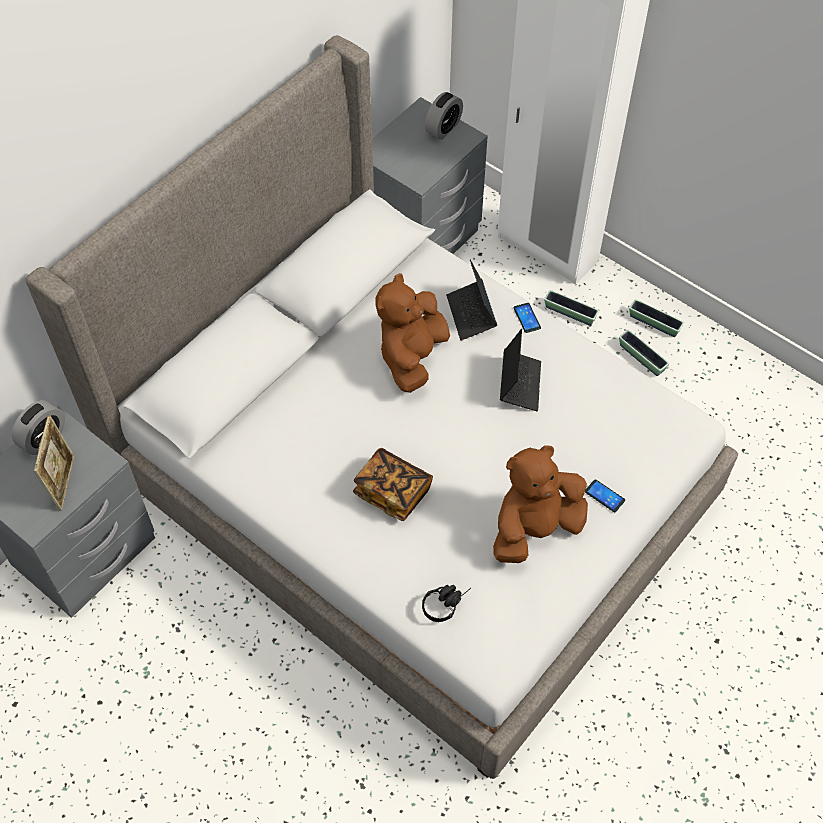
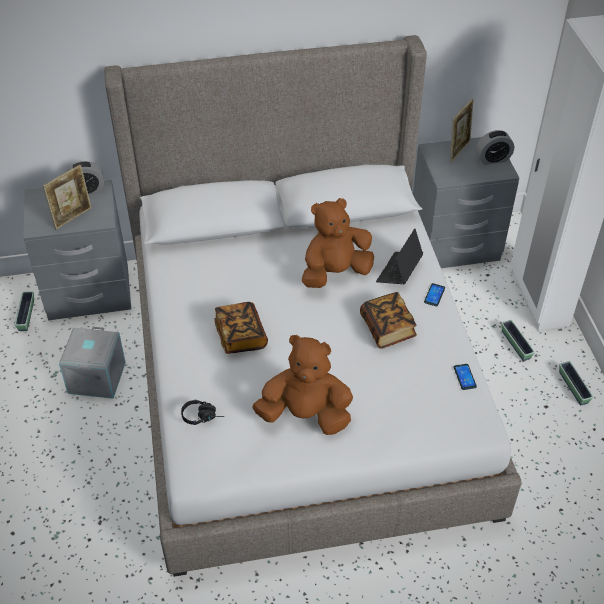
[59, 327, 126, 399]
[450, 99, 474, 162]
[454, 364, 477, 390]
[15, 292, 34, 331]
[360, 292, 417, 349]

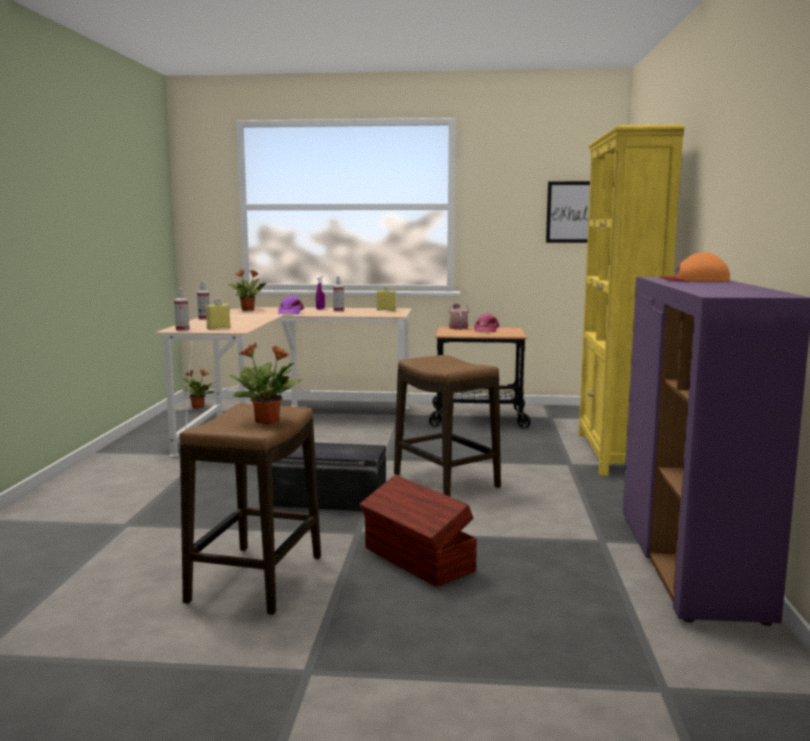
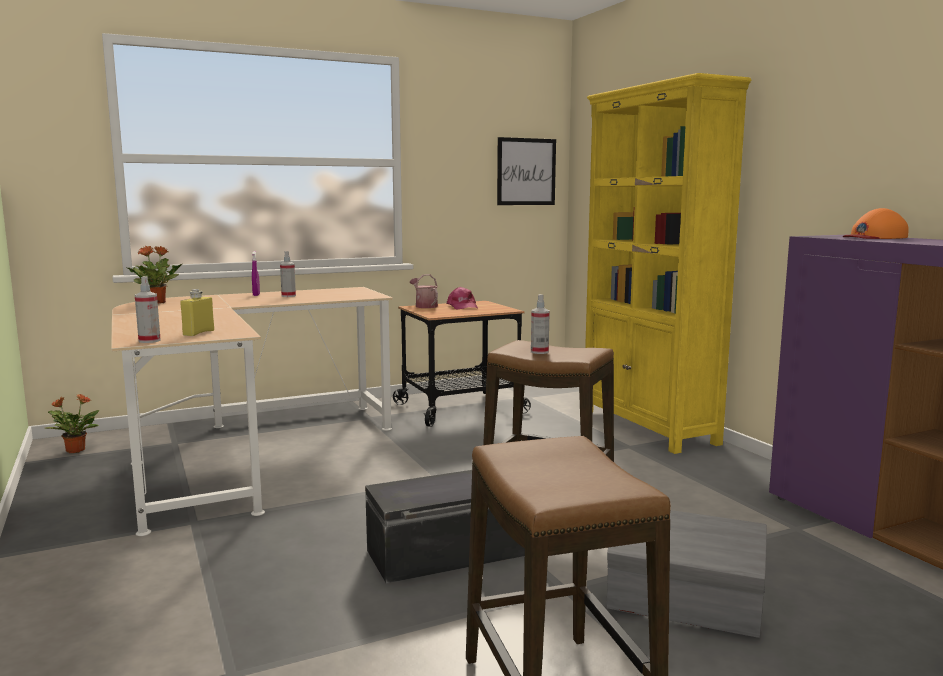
[229, 343, 302, 424] (first image)
[278, 295, 304, 315] (first image)
[377, 286, 396, 311] (first image)
[531, 294, 550, 354]
[607, 510, 767, 638]

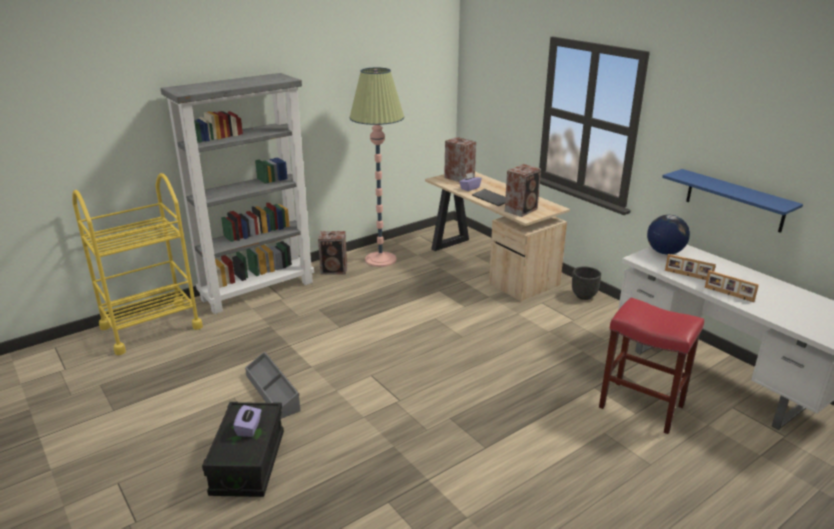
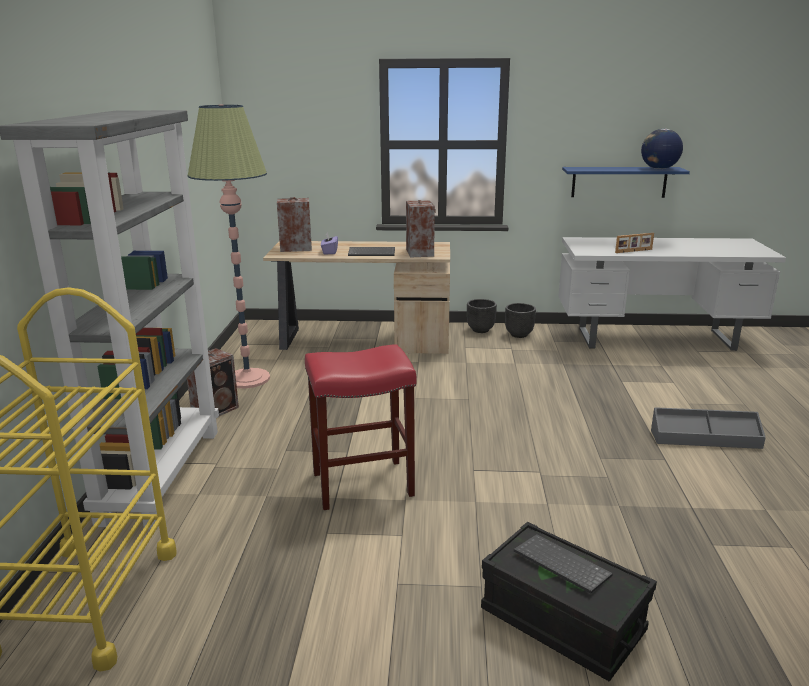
[705, 270, 759, 302] (first image)
[505, 303, 536, 338]
[651, 407, 766, 449]
[305, 344, 417, 510]
[641, 129, 683, 169]
[514, 534, 613, 594]

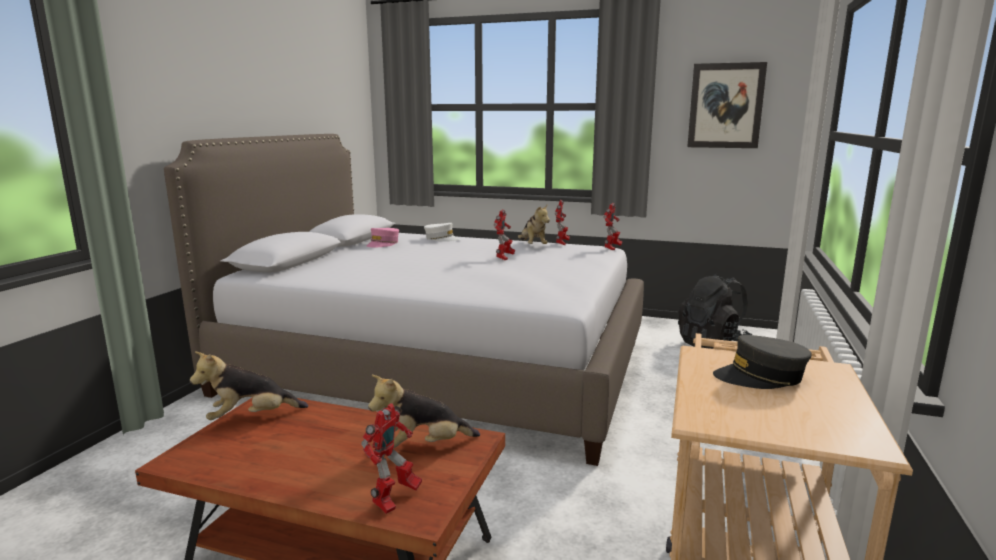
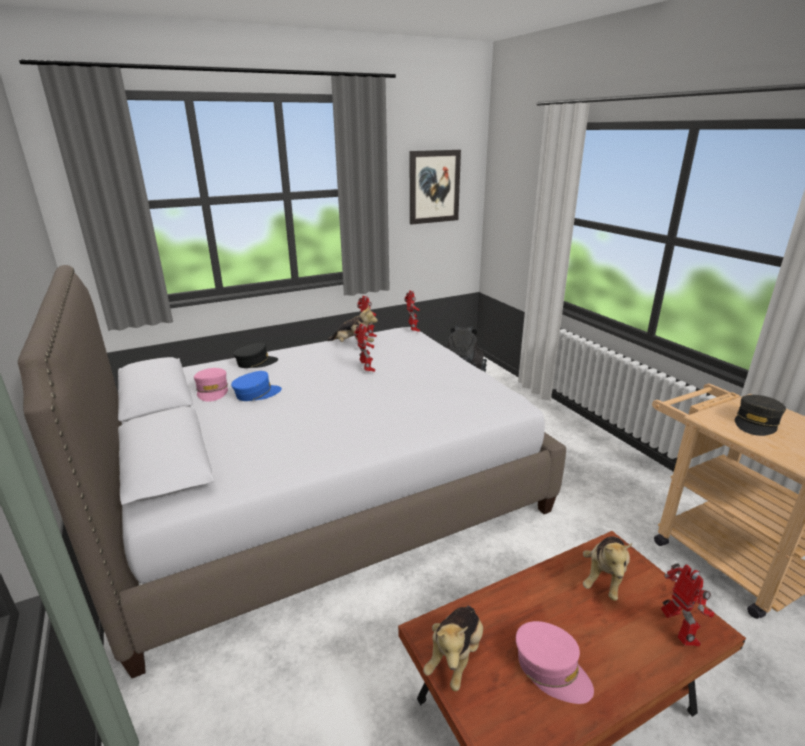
[231, 371, 282, 401]
[516, 621, 594, 704]
[233, 343, 278, 368]

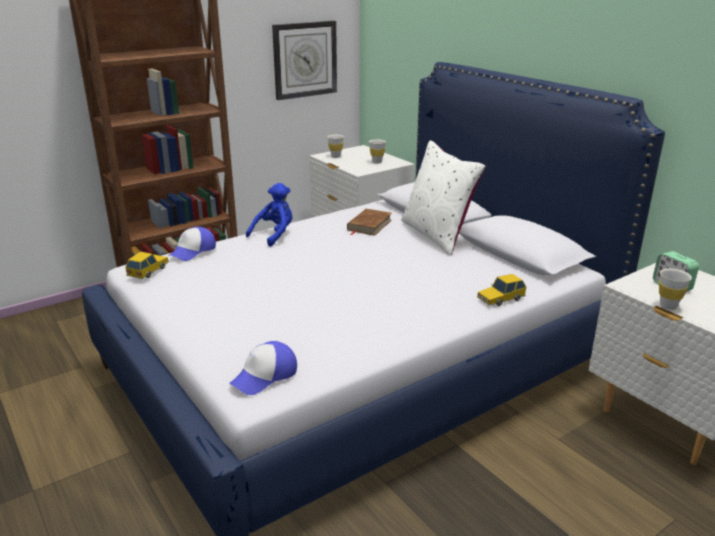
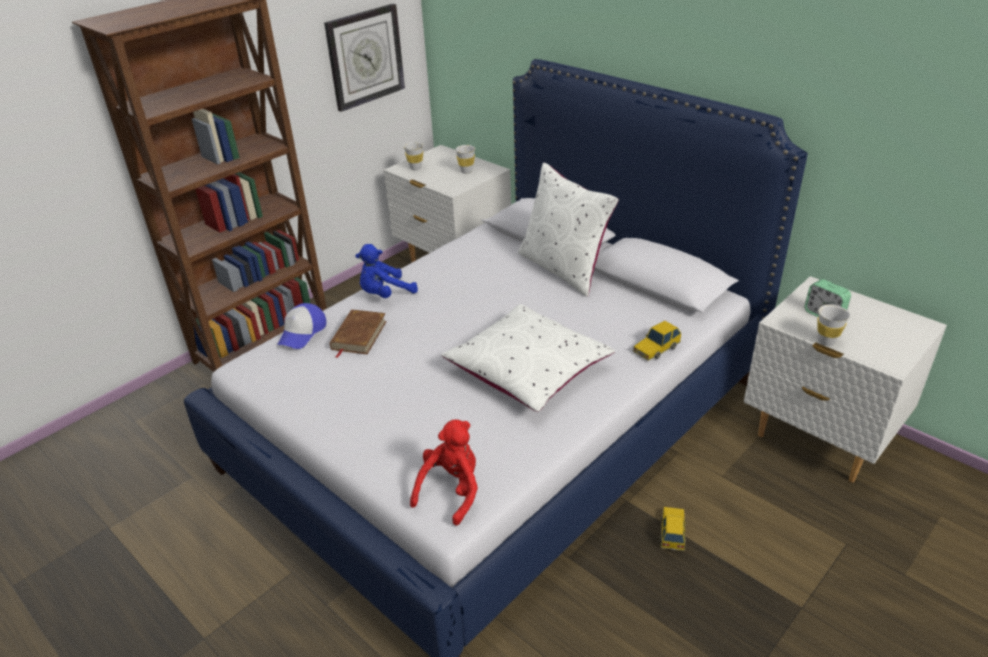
[441, 304, 615, 412]
[660, 507, 687, 551]
[330, 309, 387, 358]
[410, 420, 478, 525]
[355, 244, 418, 298]

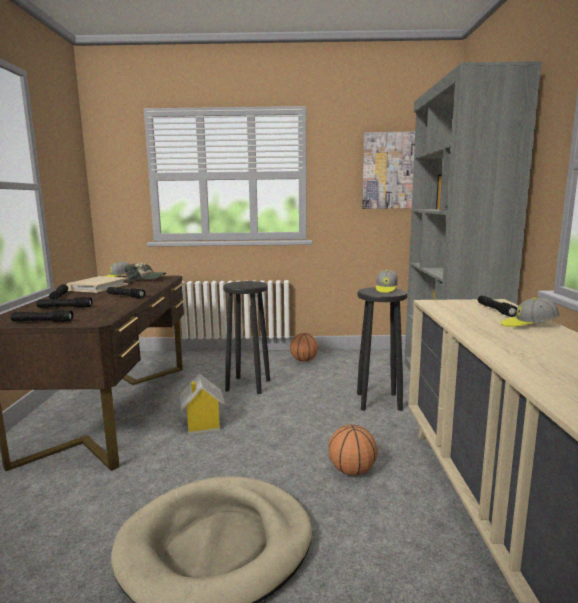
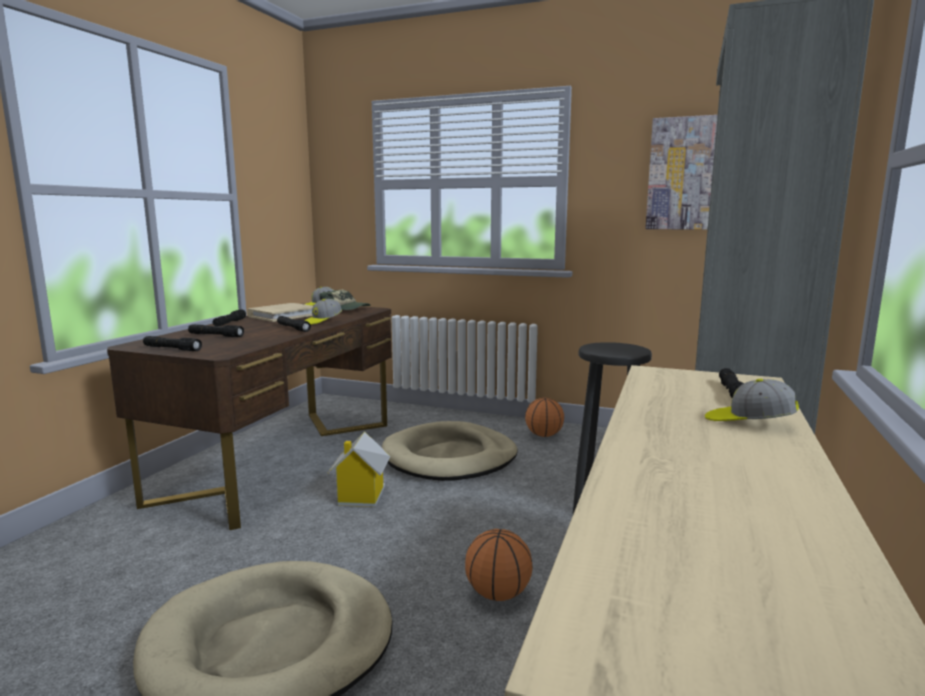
[305, 299, 342, 325]
[382, 421, 518, 481]

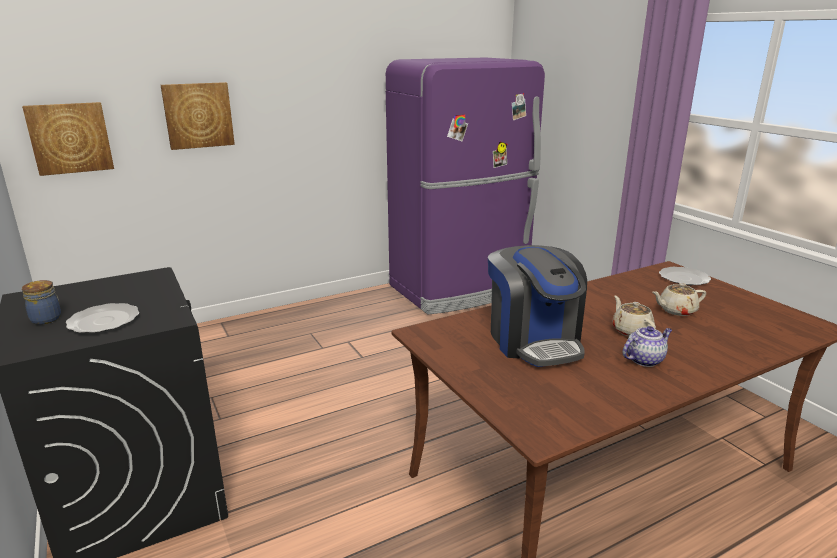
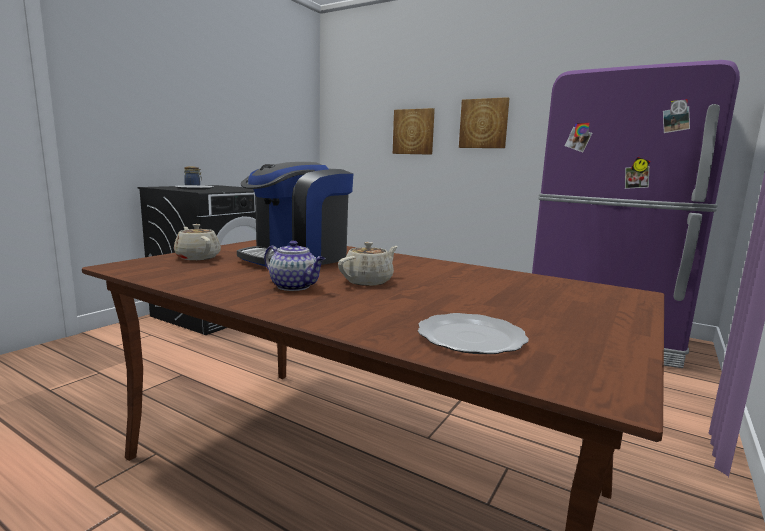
[459, 97, 510, 148]
[174, 224, 221, 260]
[418, 313, 529, 354]

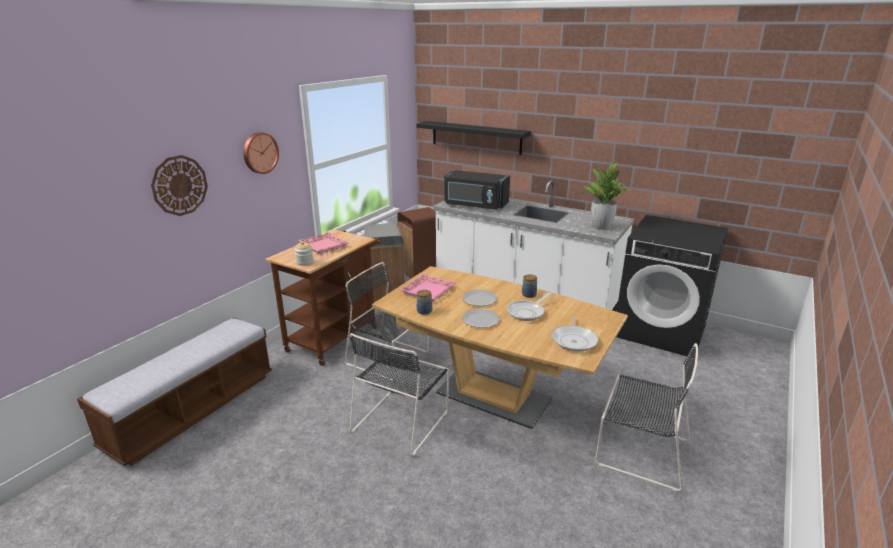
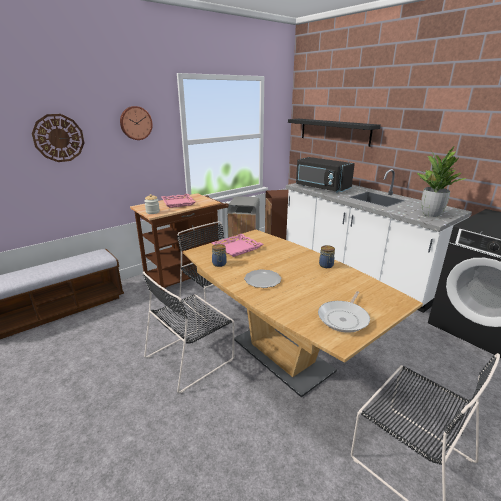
[462, 290, 497, 306] (first image)
[507, 291, 554, 321] (first image)

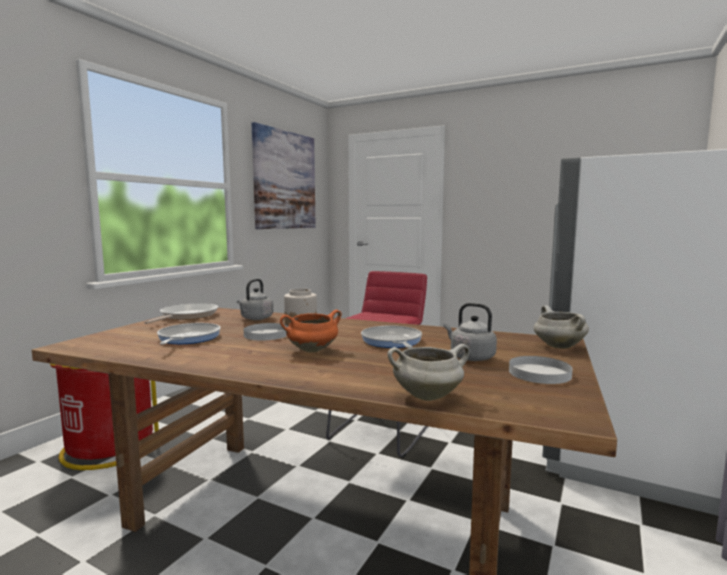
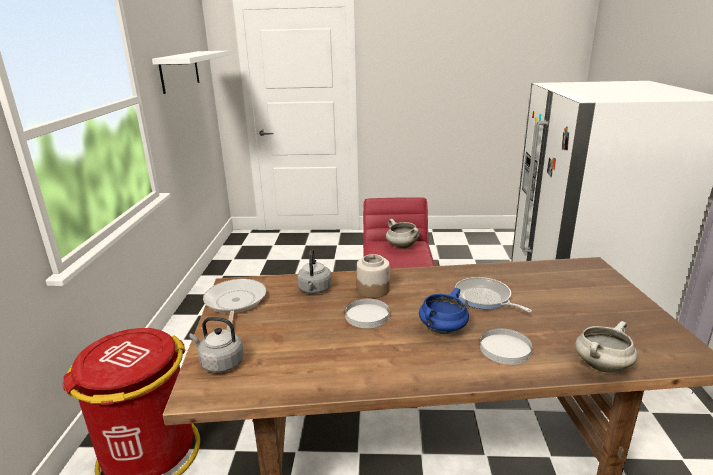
[157, 323, 221, 345] (first image)
[189, 317, 244, 373]
[480, 328, 532, 365]
[386, 219, 420, 249]
[152, 51, 229, 94]
[419, 288, 469, 334]

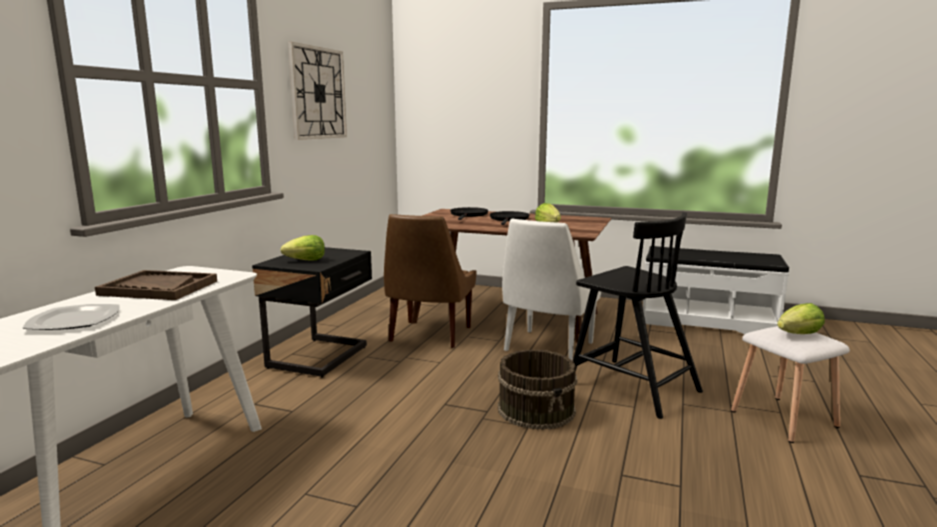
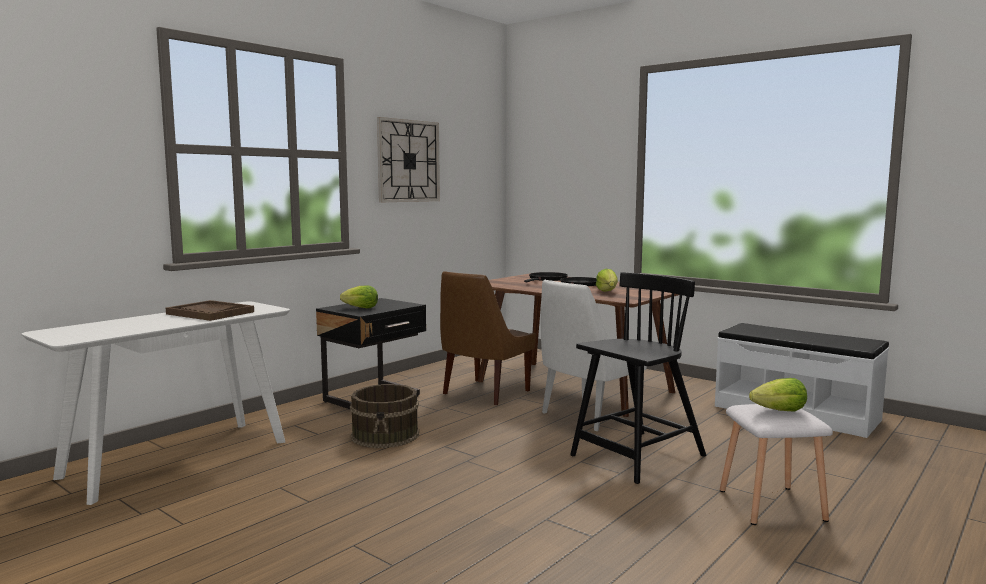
[22, 304, 120, 330] (first image)
[350, 384, 419, 448]
[570, 272, 706, 484]

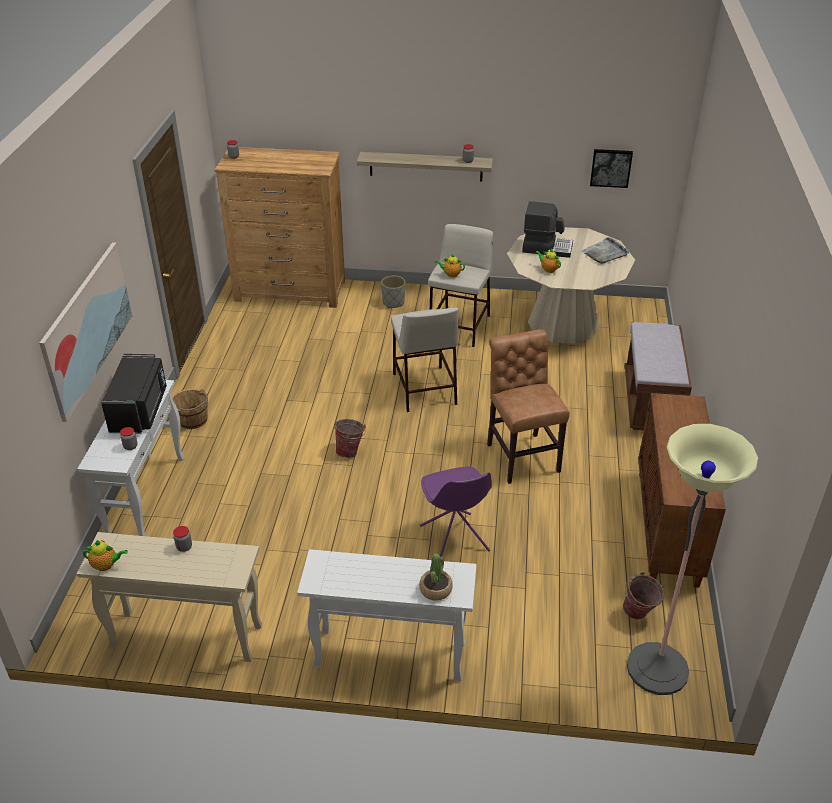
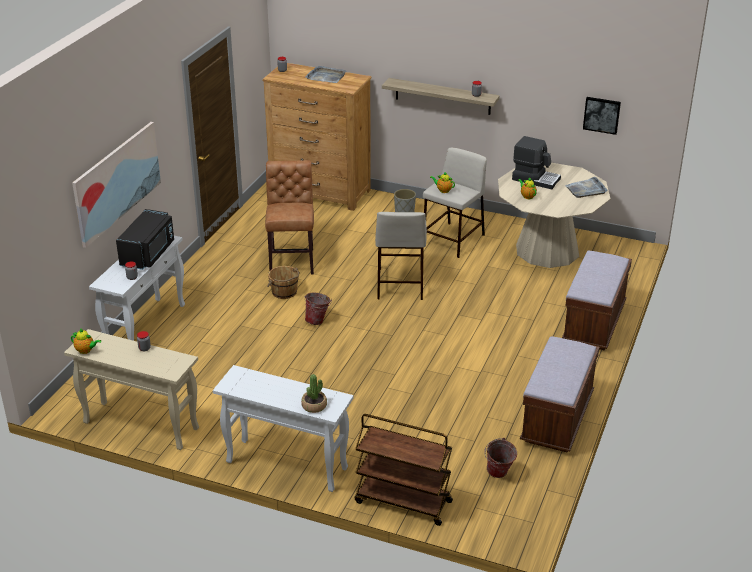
[420, 466, 492, 557] (first image)
[627, 424, 758, 695] (first image)
[305, 66, 346, 83]
[355, 414, 453, 526]
[267, 266, 300, 299]
[265, 160, 314, 275]
[520, 336, 599, 453]

